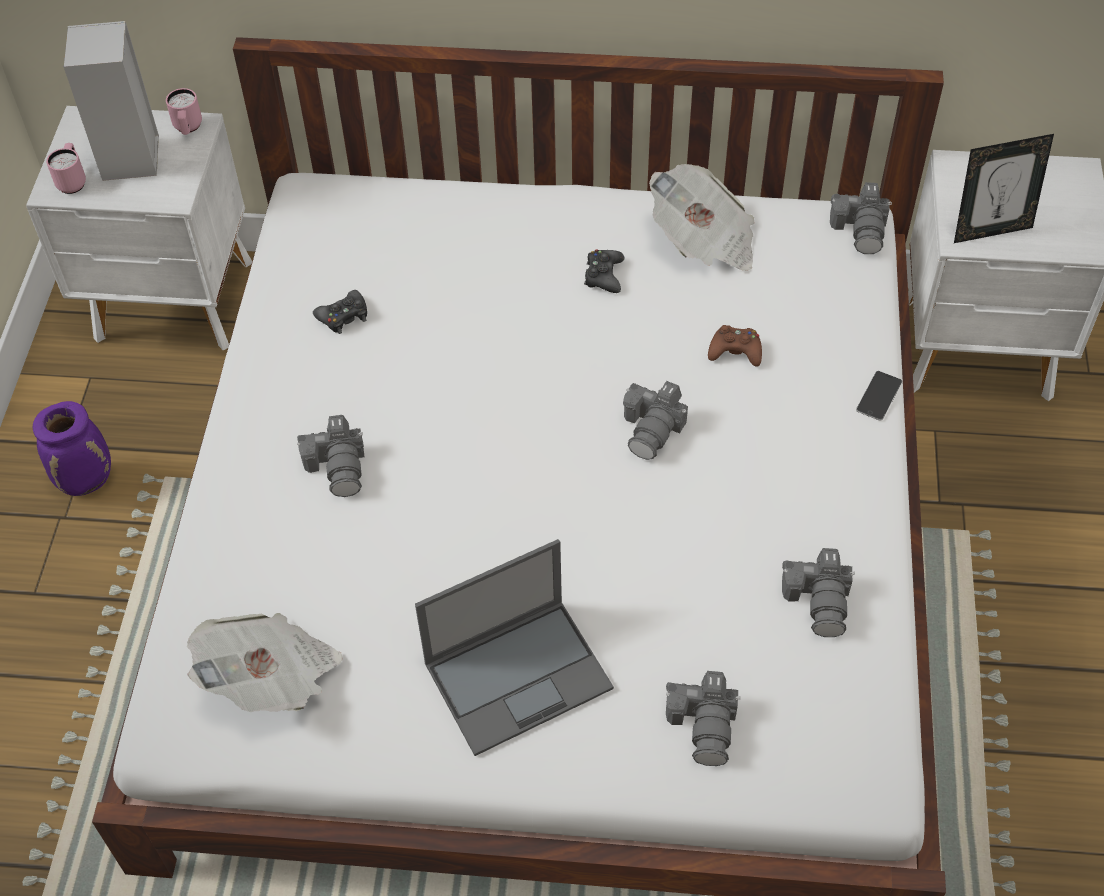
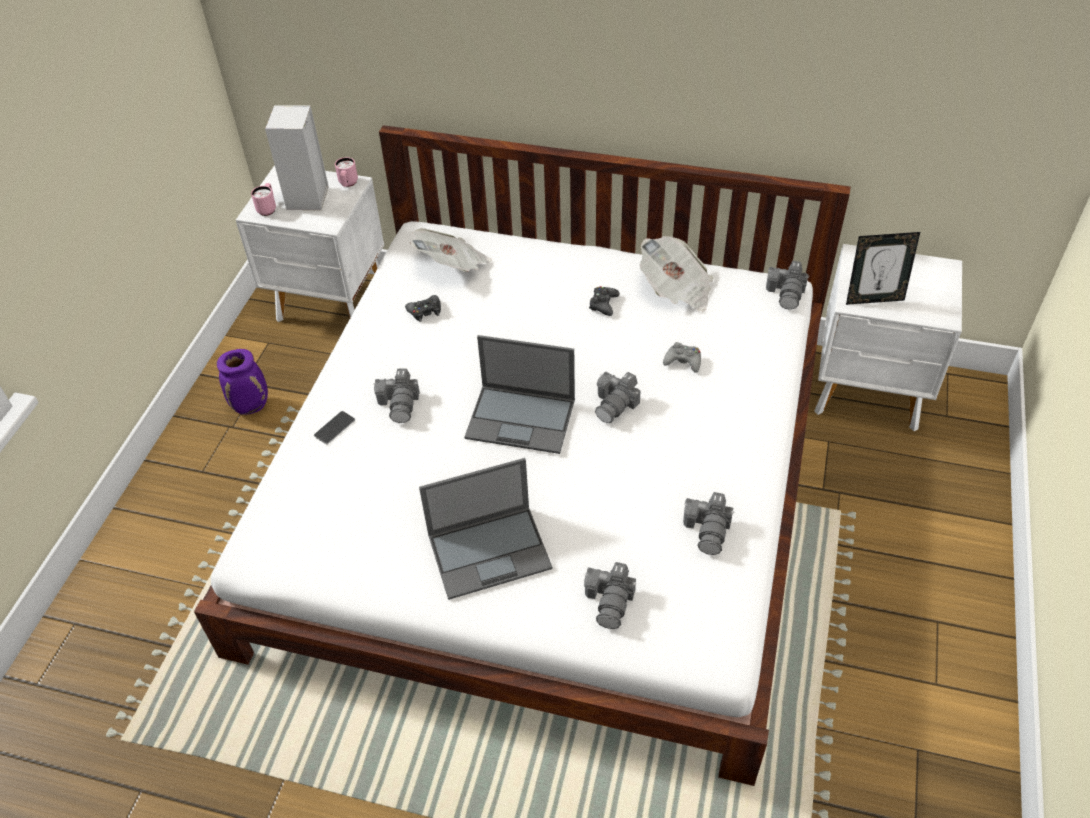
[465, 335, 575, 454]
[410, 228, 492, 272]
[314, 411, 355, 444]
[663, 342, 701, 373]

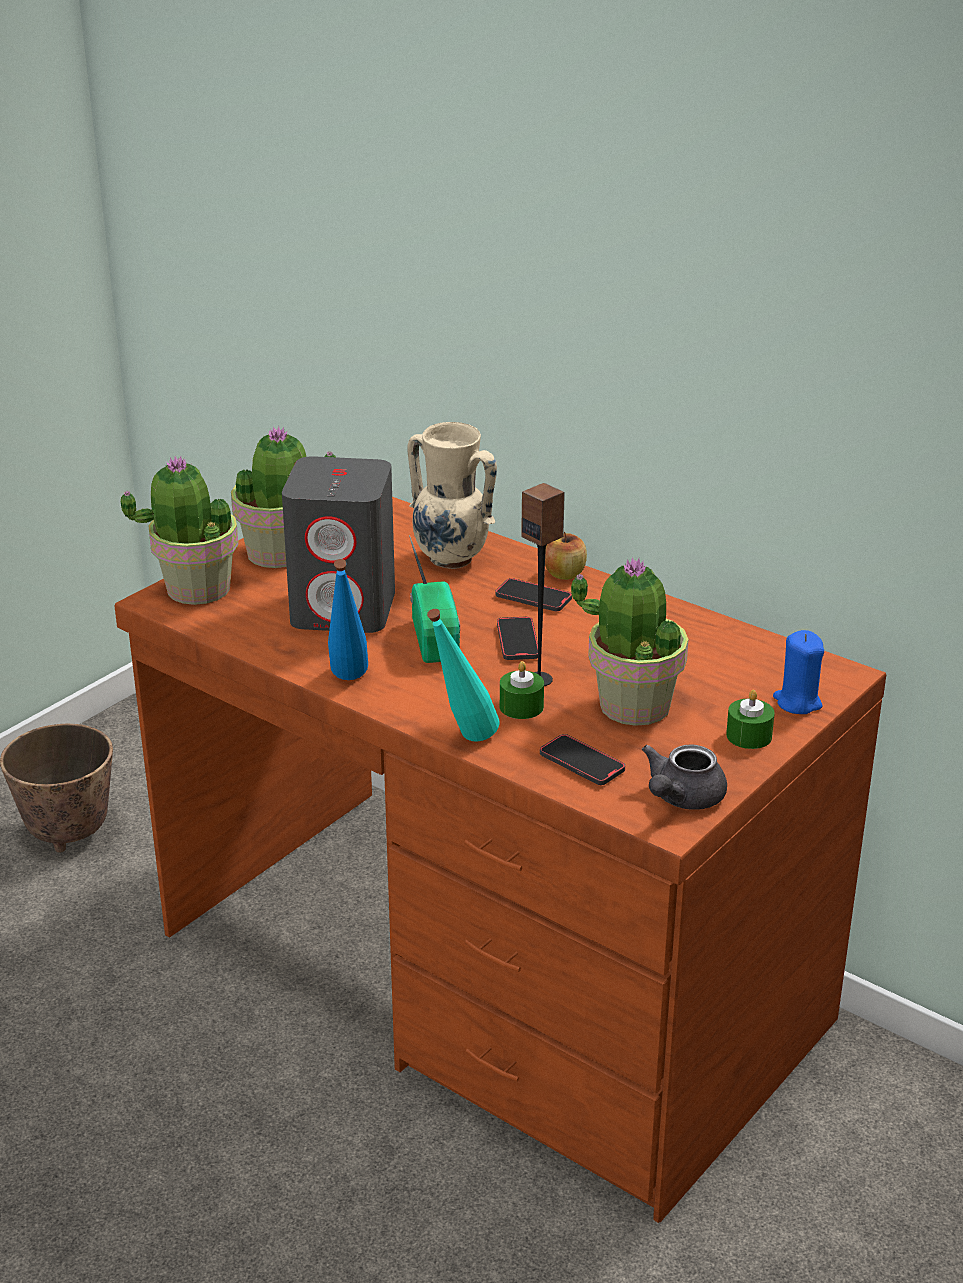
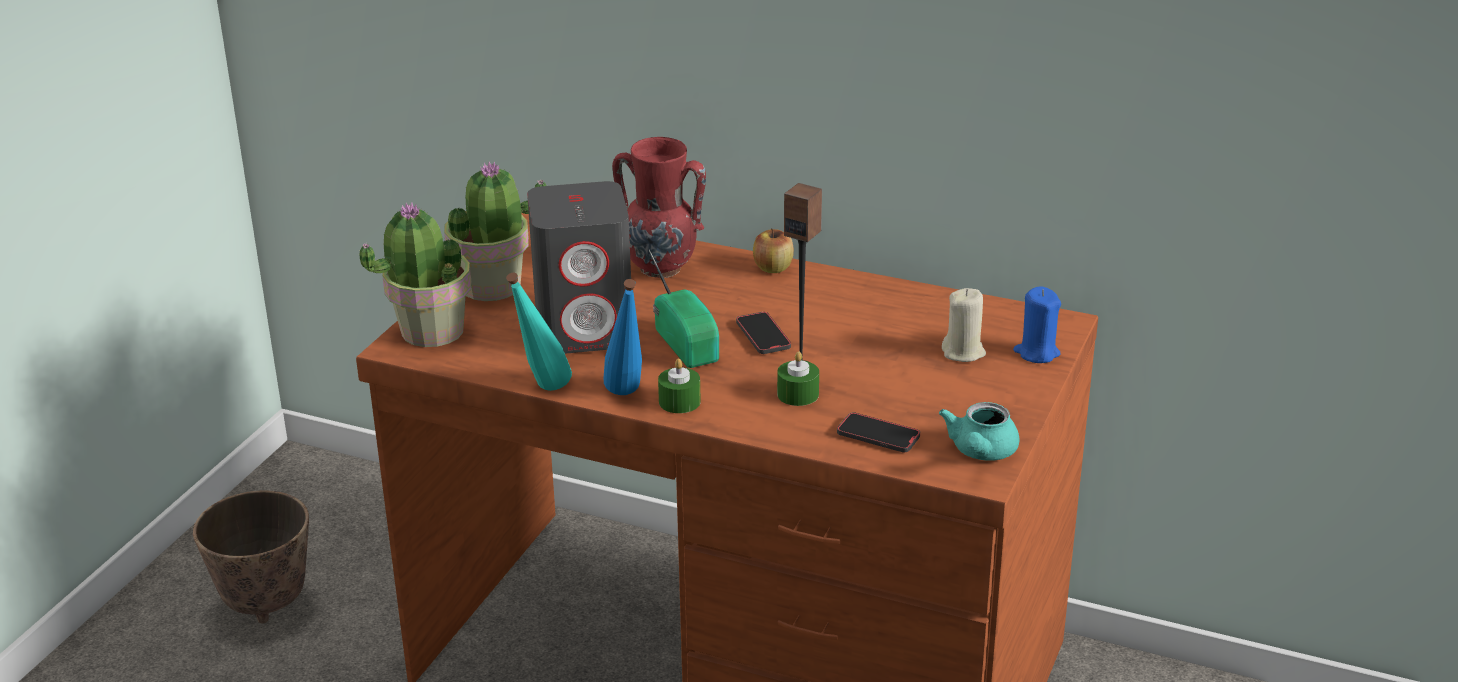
[495, 578, 572, 611] (first image)
[571, 557, 689, 726] (first image)
[942, 288, 986, 362]
[506, 273, 572, 391]
[658, 359, 701, 413]
[612, 137, 706, 278]
[939, 402, 1020, 461]

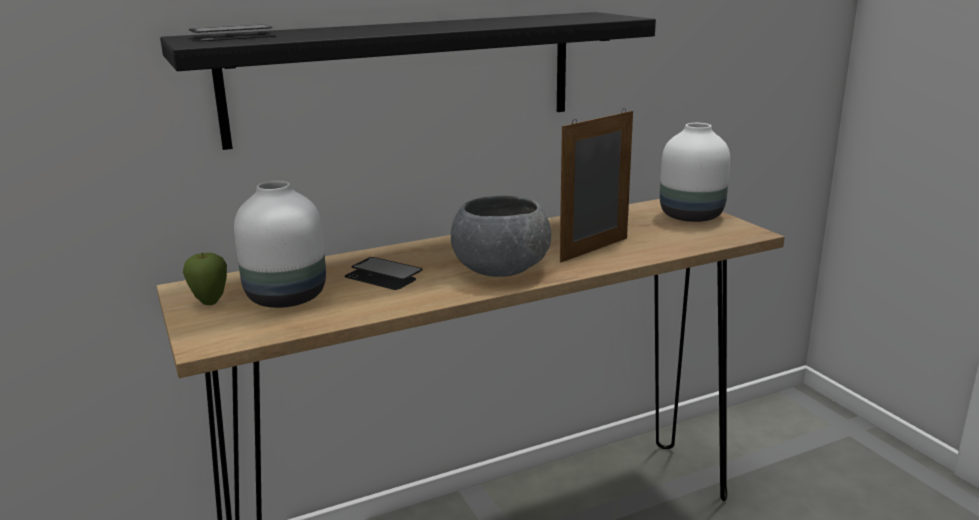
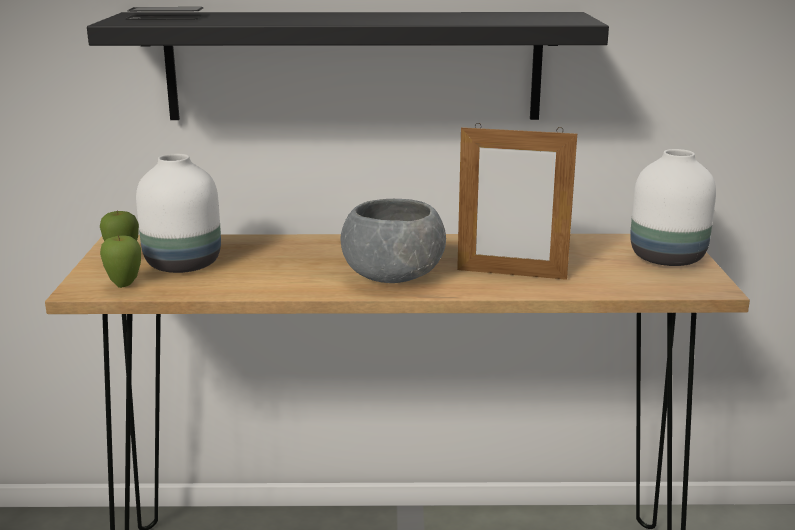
[344, 257, 423, 290] (first image)
[100, 235, 141, 288]
[457, 123, 577, 280]

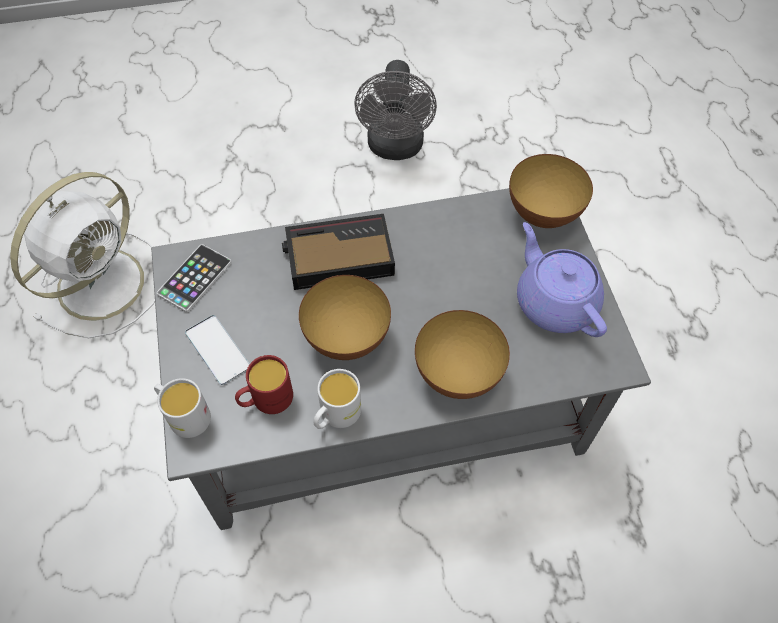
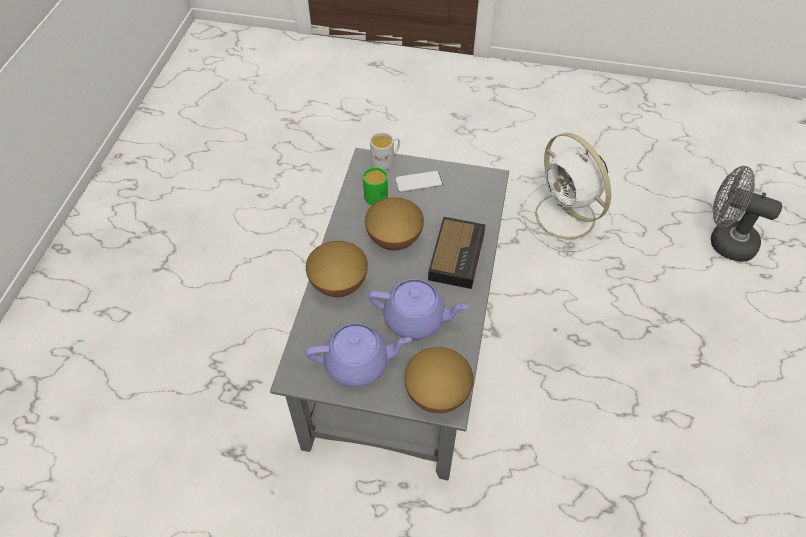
[157, 244, 232, 312] (first image)
[313, 369, 361, 429] (first image)
[369, 279, 469, 339]
[711, 166, 782, 262]
[363, 167, 388, 205]

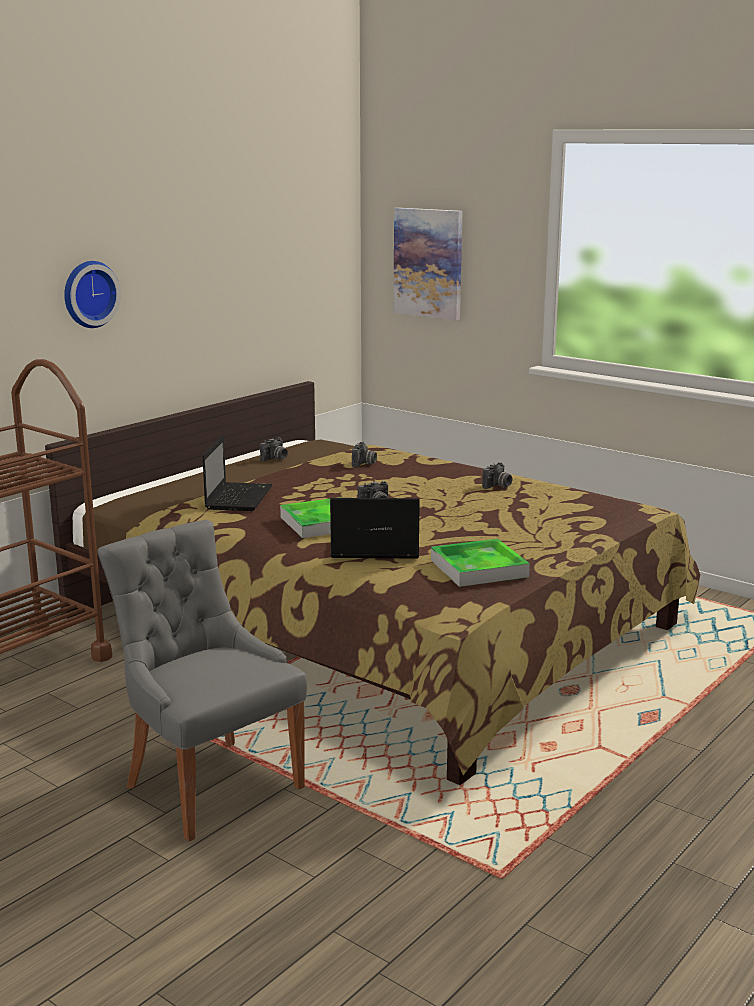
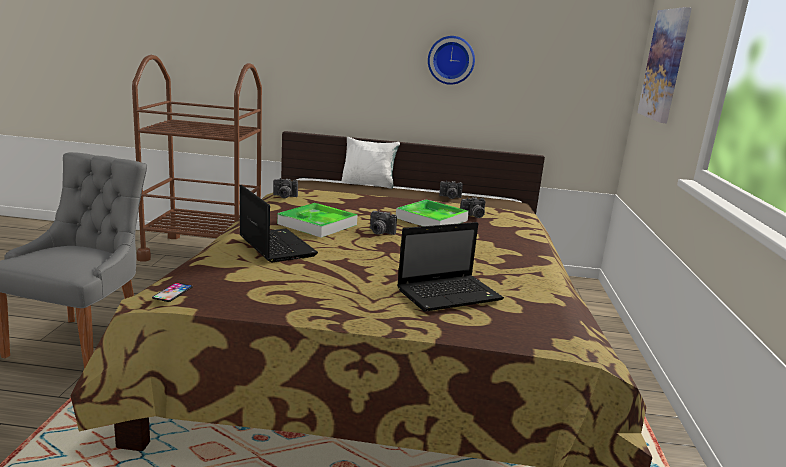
[152, 283, 193, 302]
[342, 137, 400, 189]
[428, 36, 475, 85]
[397, 222, 504, 312]
[396, 199, 469, 226]
[273, 178, 298, 198]

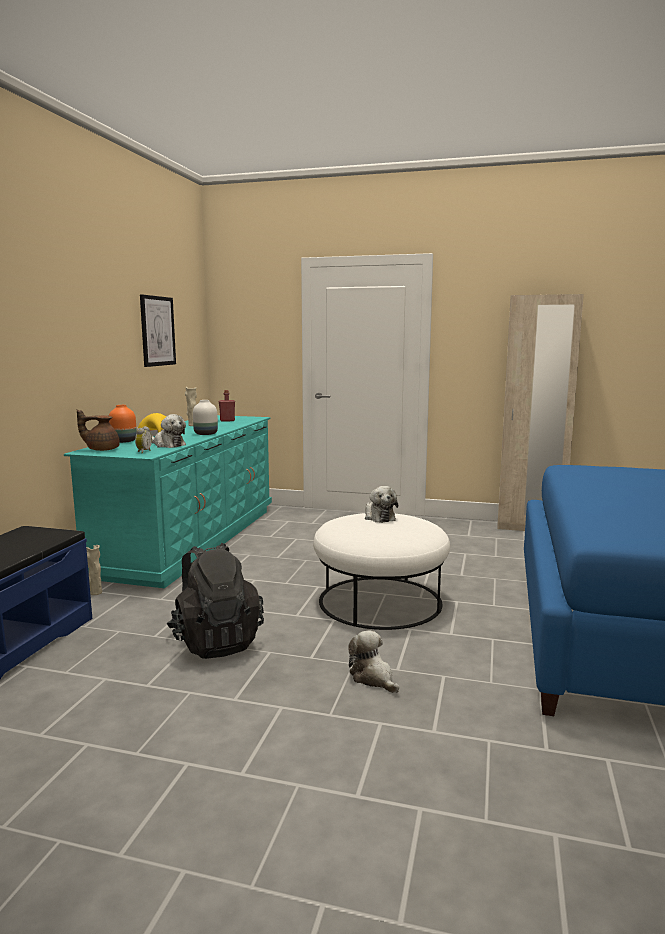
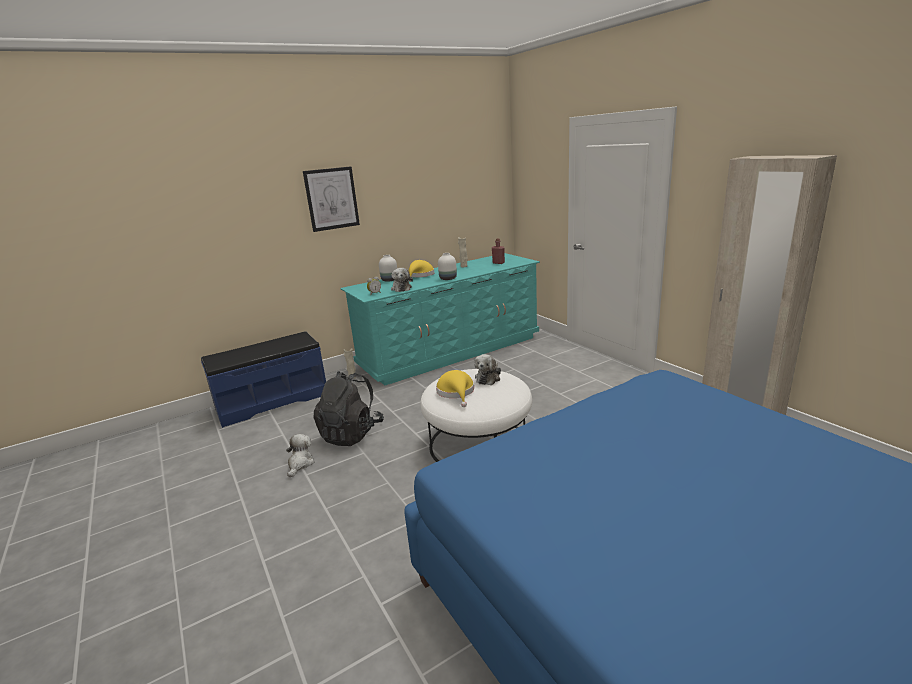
[77, 409, 120, 451] (first image)
[436, 370, 474, 407]
[303, 166, 360, 232]
[286, 434, 314, 478]
[379, 255, 397, 282]

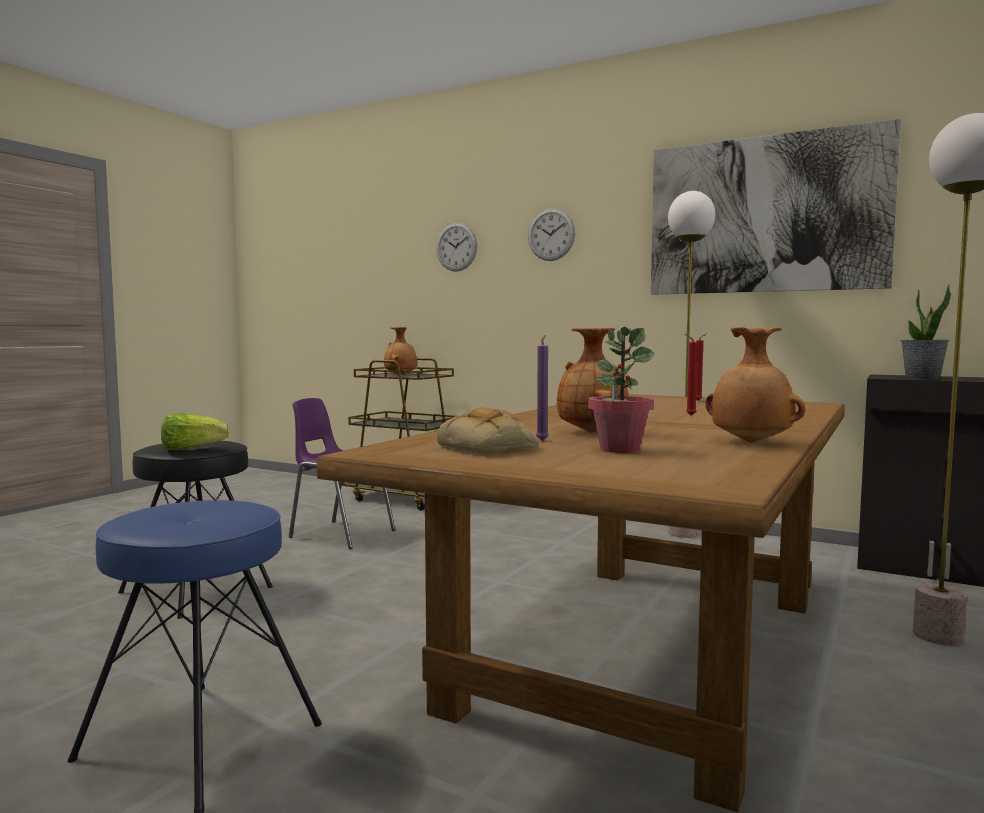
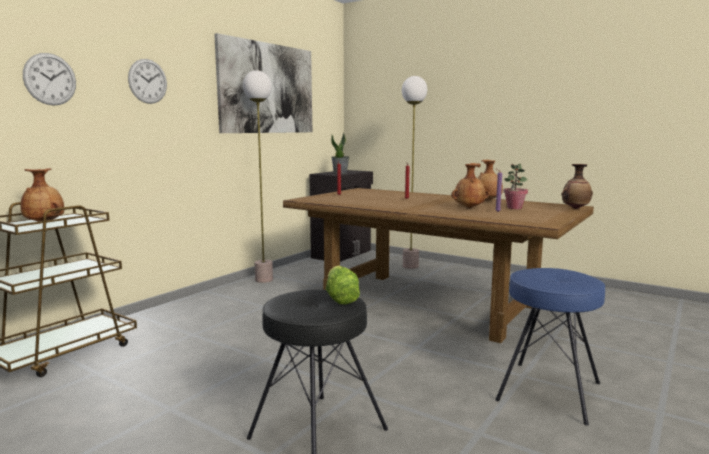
[289, 398, 396, 549] (first image)
[437, 407, 539, 454] (first image)
[561, 164, 593, 209]

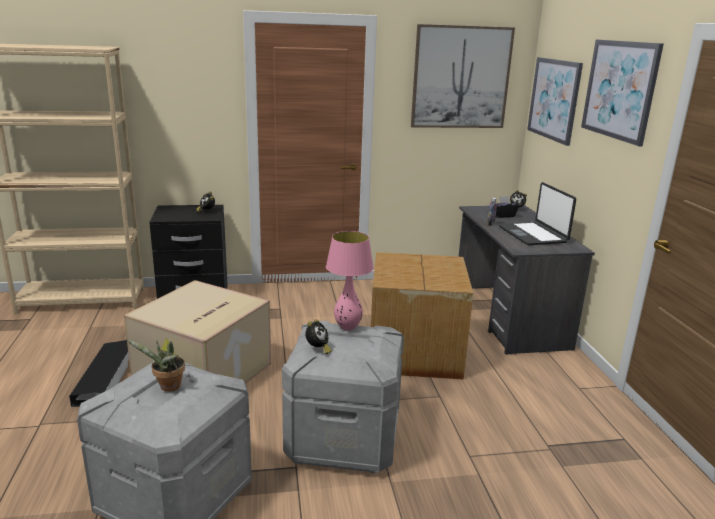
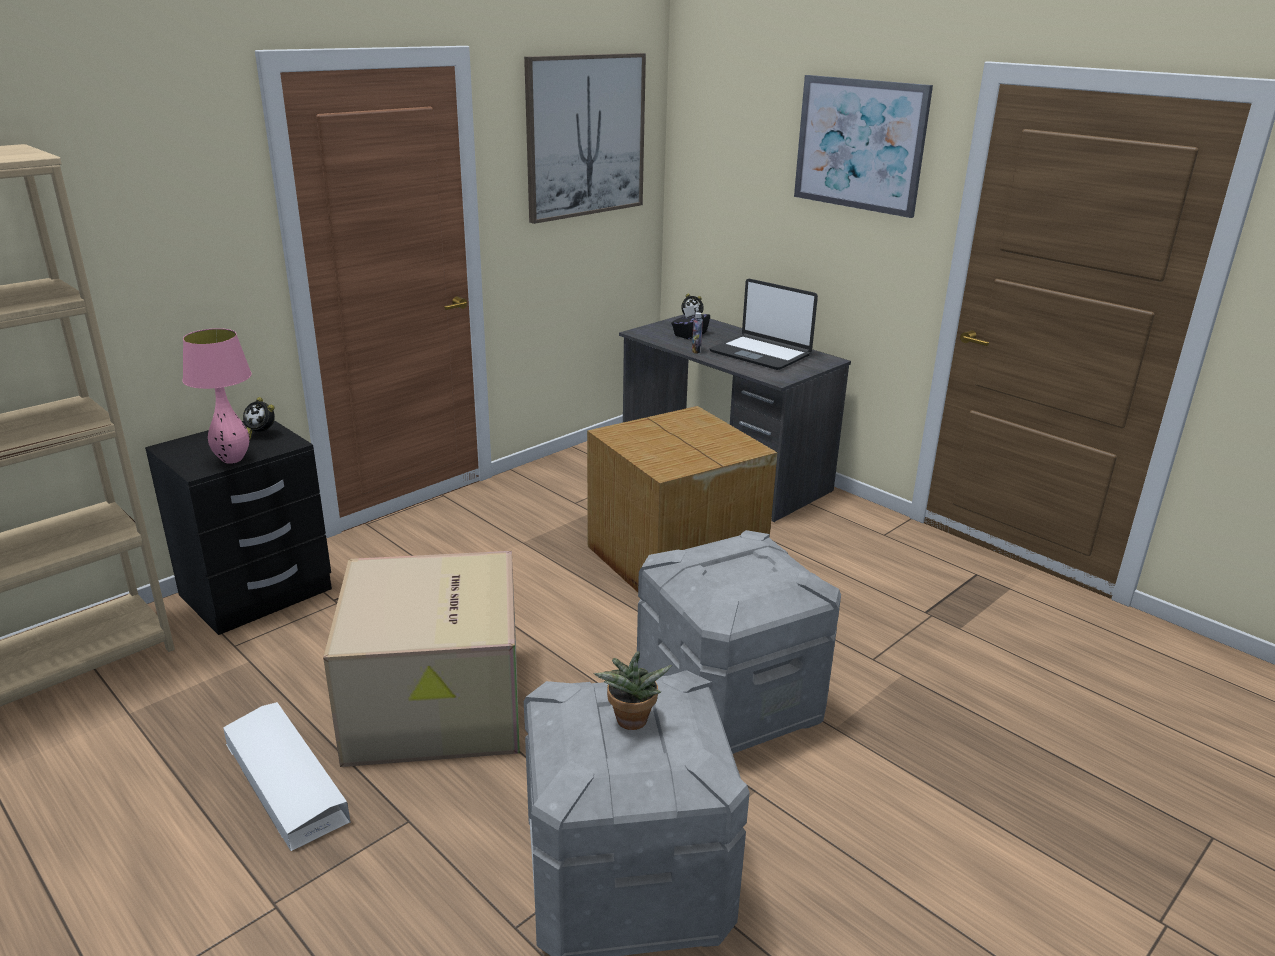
[305, 319, 332, 354] (first image)
[527, 57, 583, 146] (first image)
[183, 328, 252, 464]
[223, 702, 351, 851]

